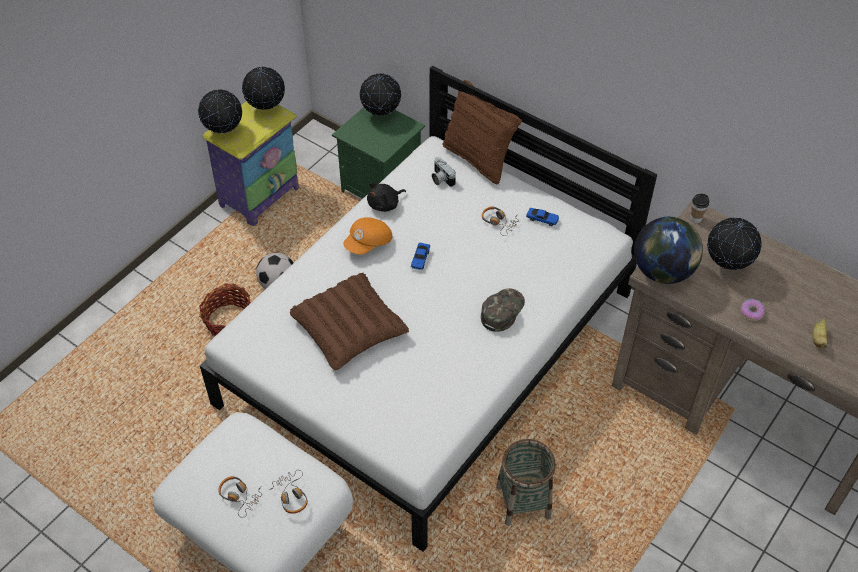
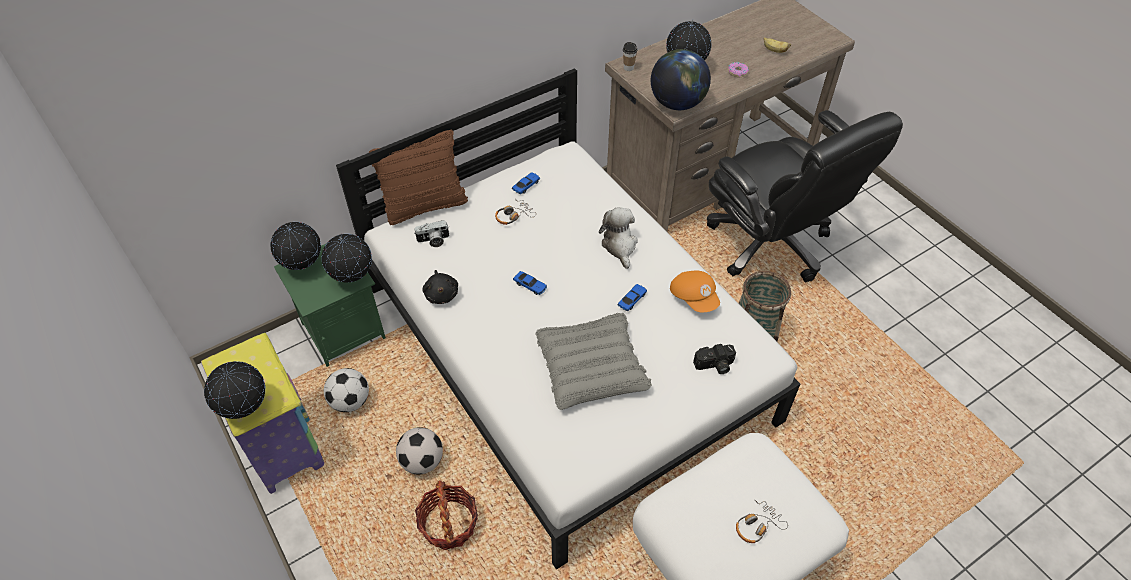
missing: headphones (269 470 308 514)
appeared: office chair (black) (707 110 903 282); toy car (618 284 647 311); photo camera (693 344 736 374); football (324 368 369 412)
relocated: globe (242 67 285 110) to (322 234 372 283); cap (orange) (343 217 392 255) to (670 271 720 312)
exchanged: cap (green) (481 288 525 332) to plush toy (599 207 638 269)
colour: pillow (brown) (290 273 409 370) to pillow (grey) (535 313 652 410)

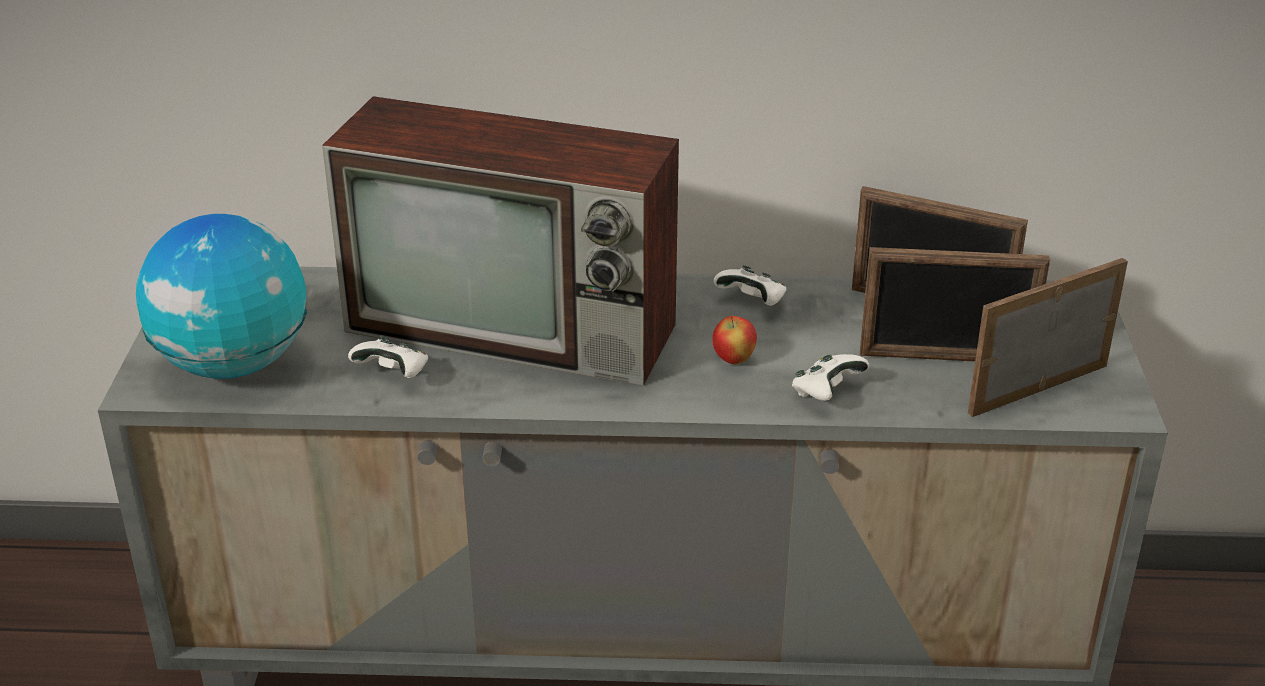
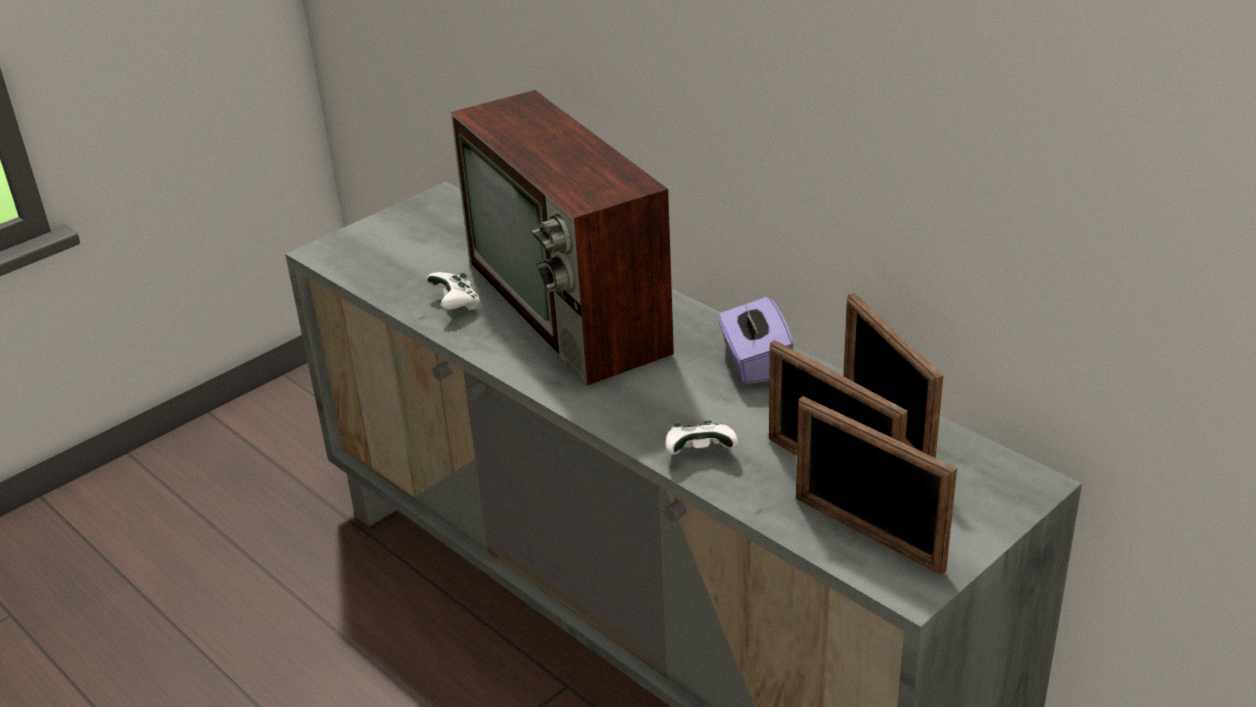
missing: globe (136 214 307 379); apple (712 316 757 364)
exchanged: game controller (white) (713 265 787 306) to tissue box (purple) (718 296 794 384)
spun: picture frame (968 258 1128 417) = (796 396 957 575) 150 degrees counterclockwise

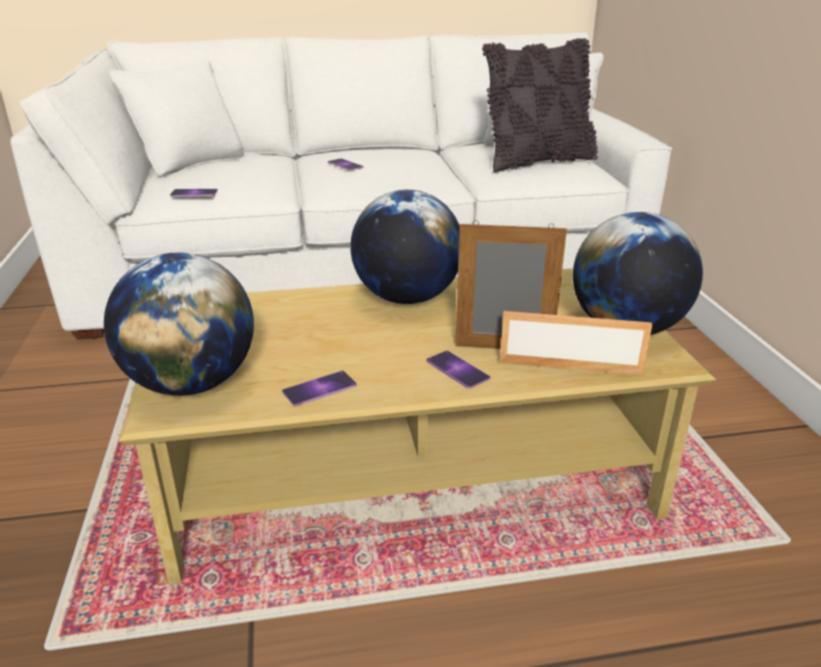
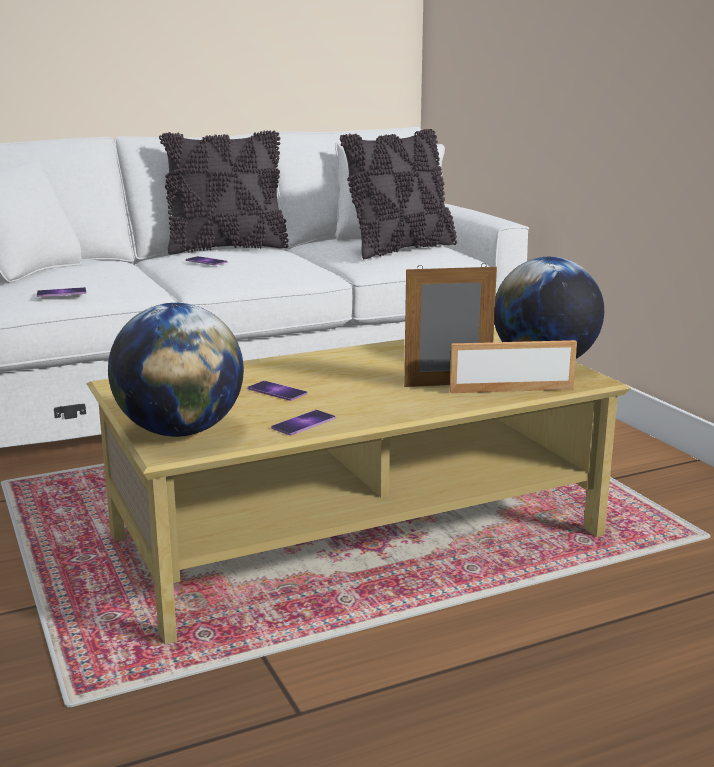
missing: globe (350 190 460 304)
appeared: pillow (black) (159 130 289 255)
relocated: phone (426 351 490 389) to (247 381 308 401)

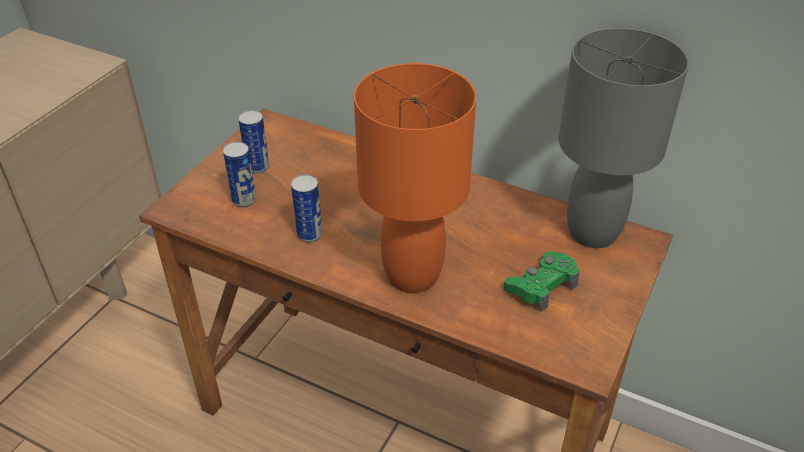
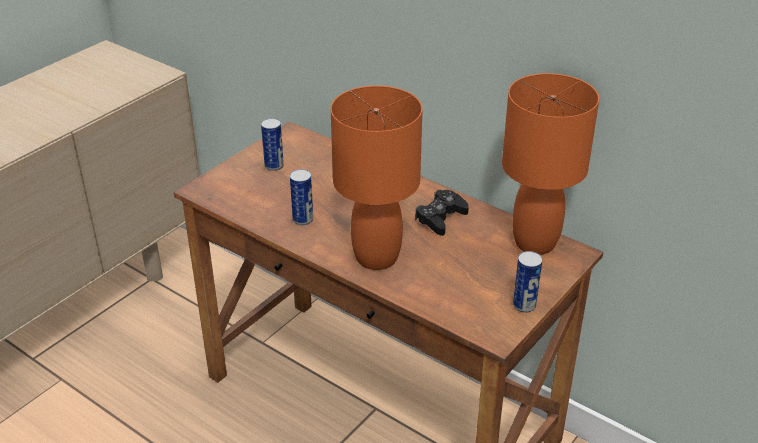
missing: game controller (green) (503 251 580 312)
appeared: game controller (black) (415 190 469 236)
relocated: can (223 142 256 207) to (513 251 542 313)
colour: table lamp (grey) (558 28 689 248) to table lamp (orange) (502 73 599 255)

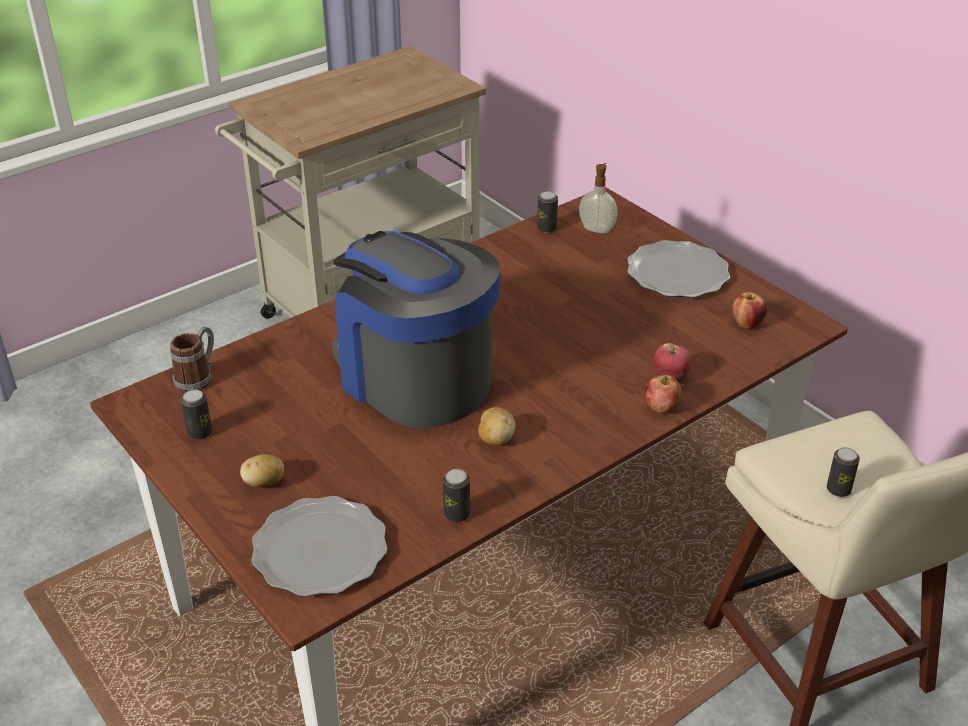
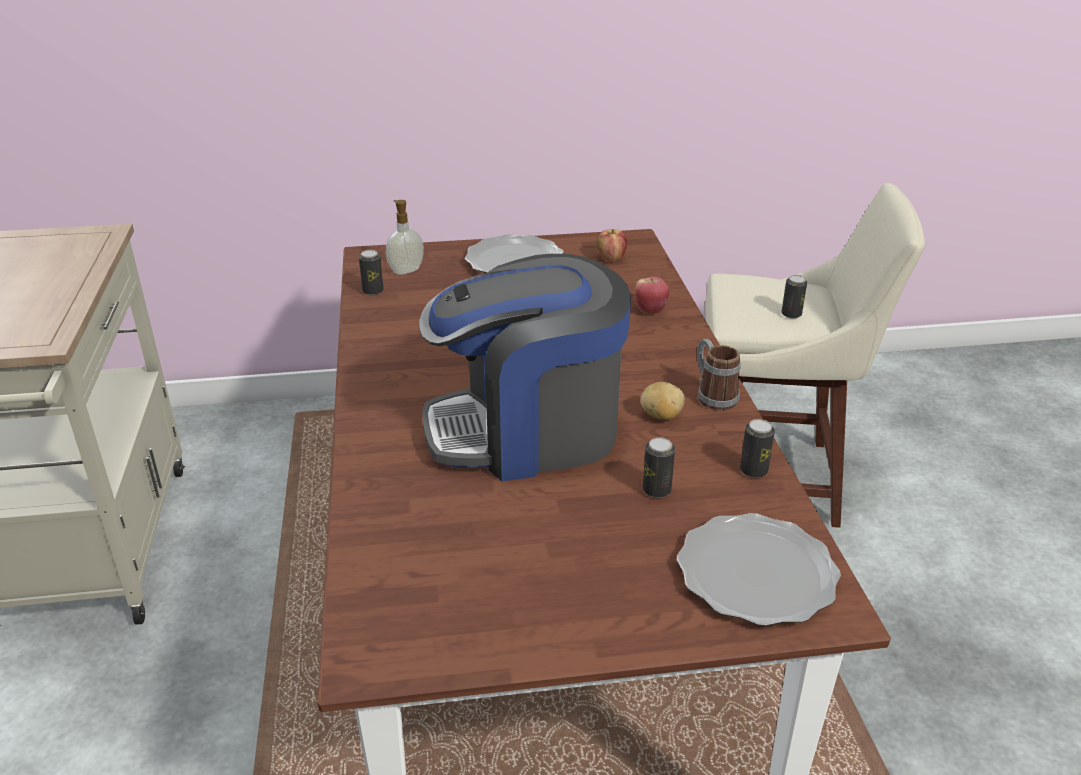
missing: apple (644 375 682 414); potato (240 454 284 487)
relocated: mug (170 326 214 392) to (697 339 741 411); can (181 389 212 440) to (643 437 675 498)

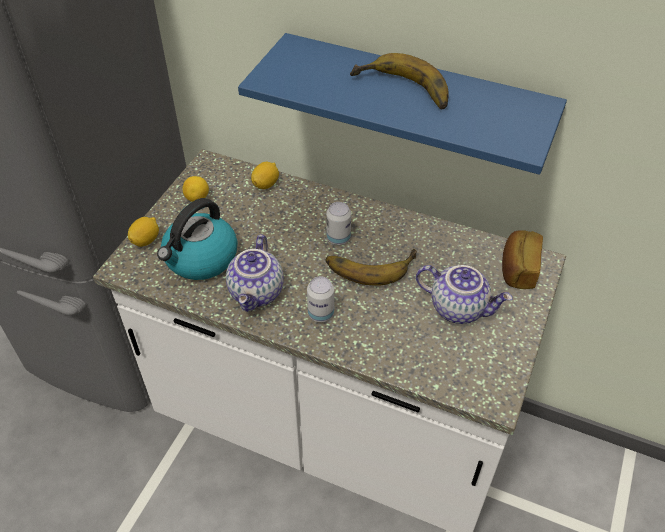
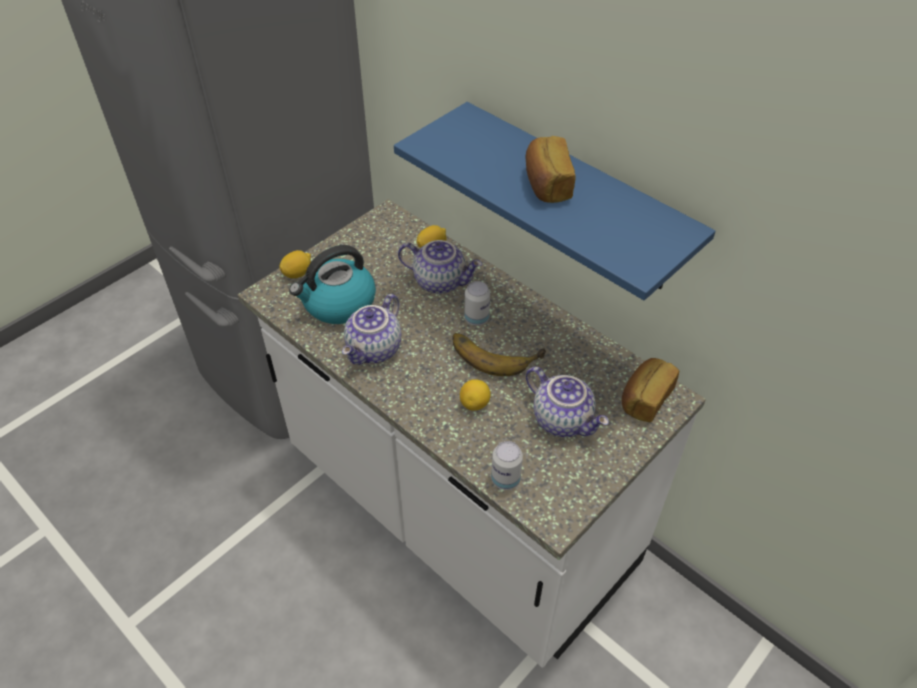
appeared: teapot (398 240 482 294)
relocated: lemon (183 176 209 202) to (460 379 491 411); can (307 276 334 322) to (491 441 523 490)
exchanged: banana (350 53 449 110) to bread (526 136 576 203)

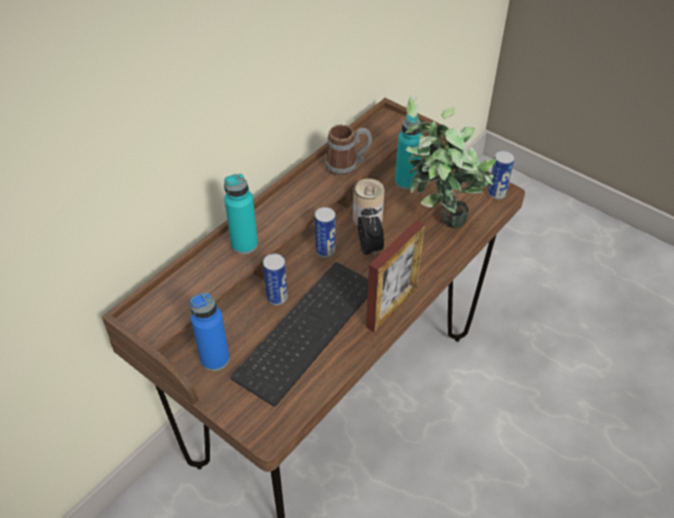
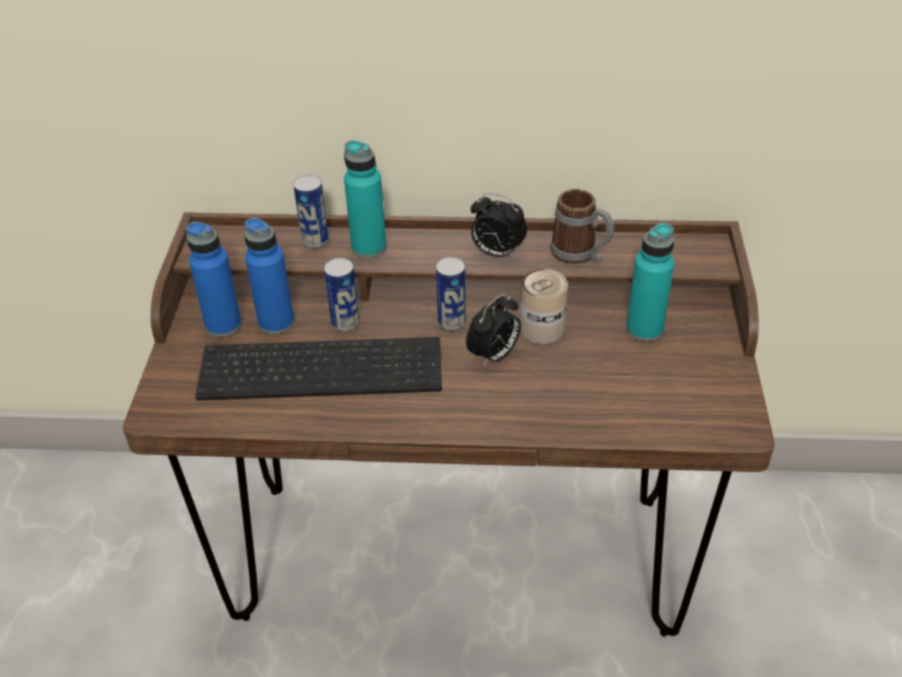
missing: potted plant (405 95 497 228); picture frame (366 220 425 332)
appeared: alarm clock (471 193 527 259); bottle (blue) (244 218 294 334)
relocated: can (488 151 514 200) to (293 175 329 249)

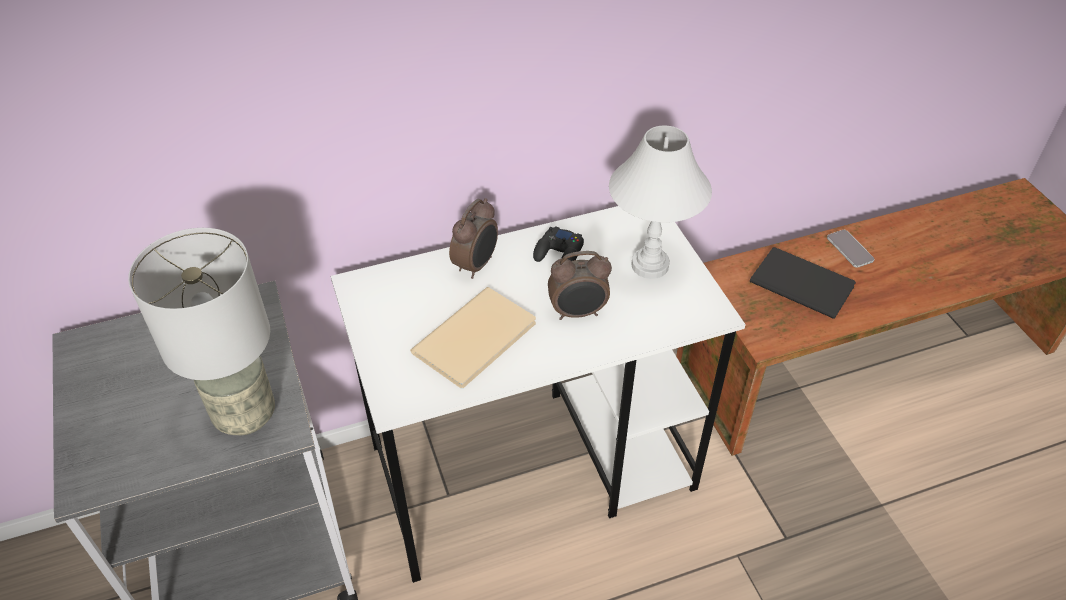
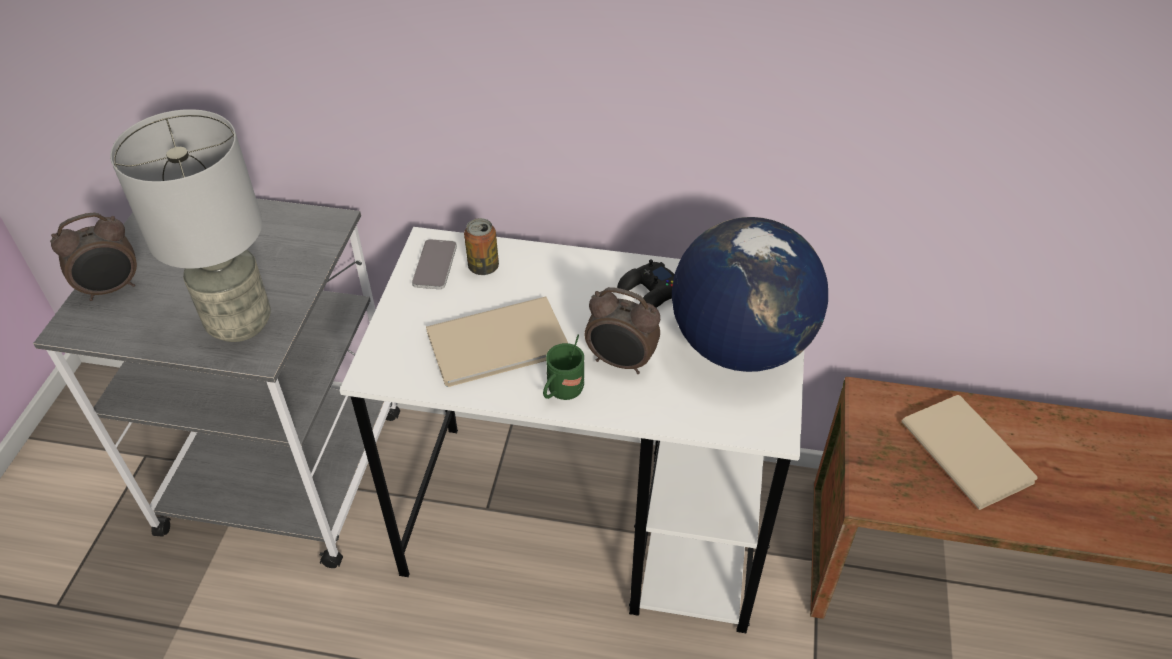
appeared: can (464 218 499 275); mug (green) (543 335 584 400)
relocated: alarm clock (449 198 498 279) to (50 213 137 301); phone (827 230 875 268) to (412 239 457 289)
exchanged: table lamp (white) (609 126 712 279) to globe (672 217 828 372)
colour: book (black) (750 247 856 319) to book (beige) (901 395 1038 510)

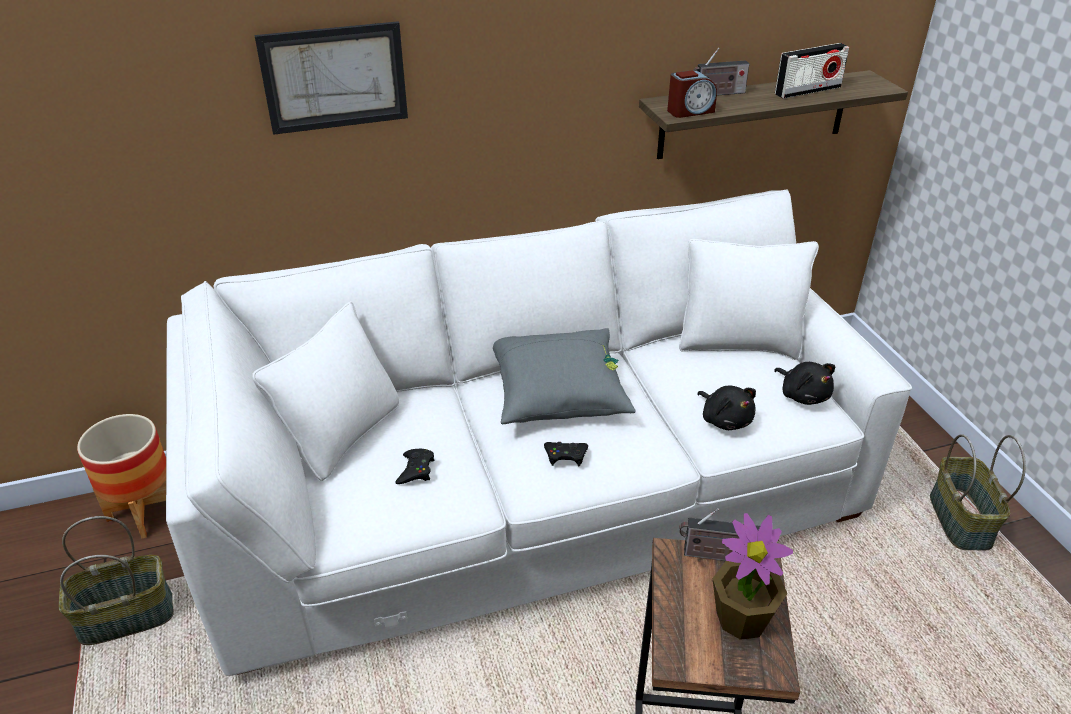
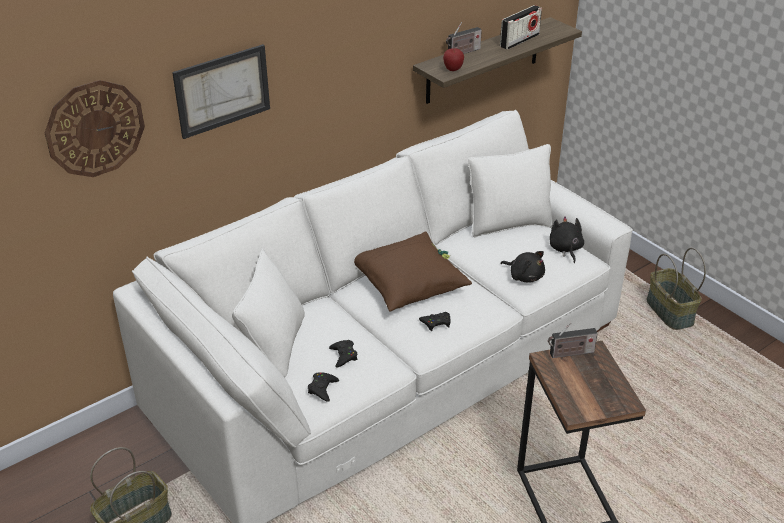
missing: planter (77 414 166 539); potted plant (712 513 793 640)
appeared: wall clock (45 80 145 177); game controller (black) (308 372 339 402)
exchanged: alarm clock (667 70 717 118) to apple (443 48 464 71)
colour: pillow (grey) (493 328 636 424) to pillow (brown) (354 232 472 312)
spun: plush toy (black) (774 362 835 405) = (550 216 584 263) 135 degrees counterclockwise

